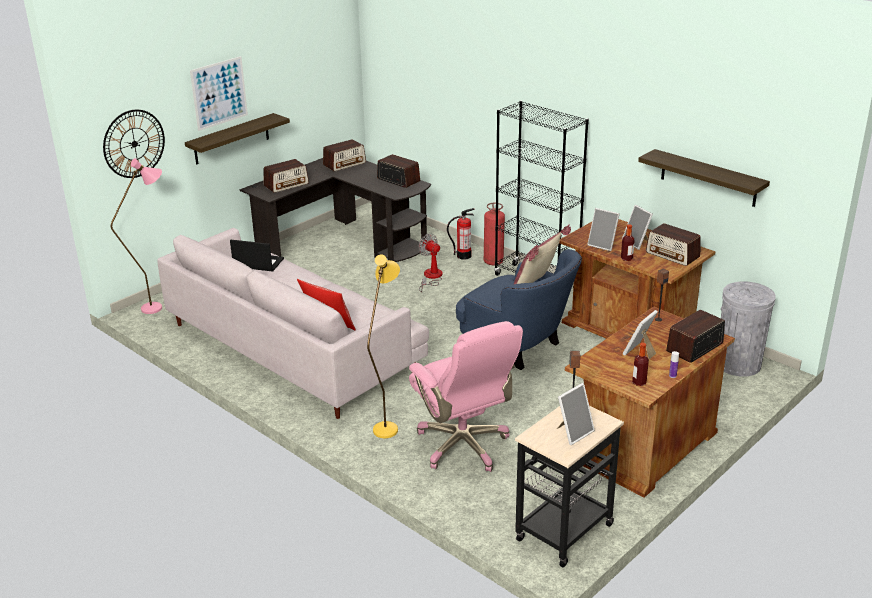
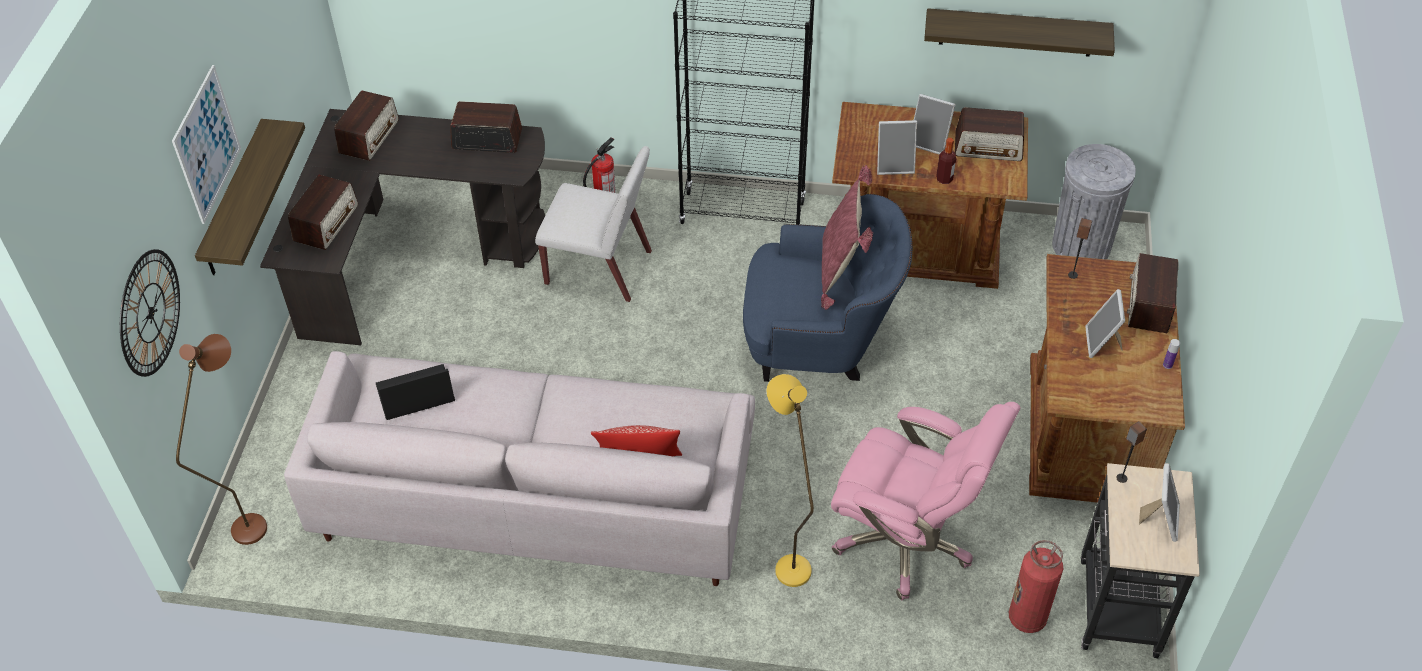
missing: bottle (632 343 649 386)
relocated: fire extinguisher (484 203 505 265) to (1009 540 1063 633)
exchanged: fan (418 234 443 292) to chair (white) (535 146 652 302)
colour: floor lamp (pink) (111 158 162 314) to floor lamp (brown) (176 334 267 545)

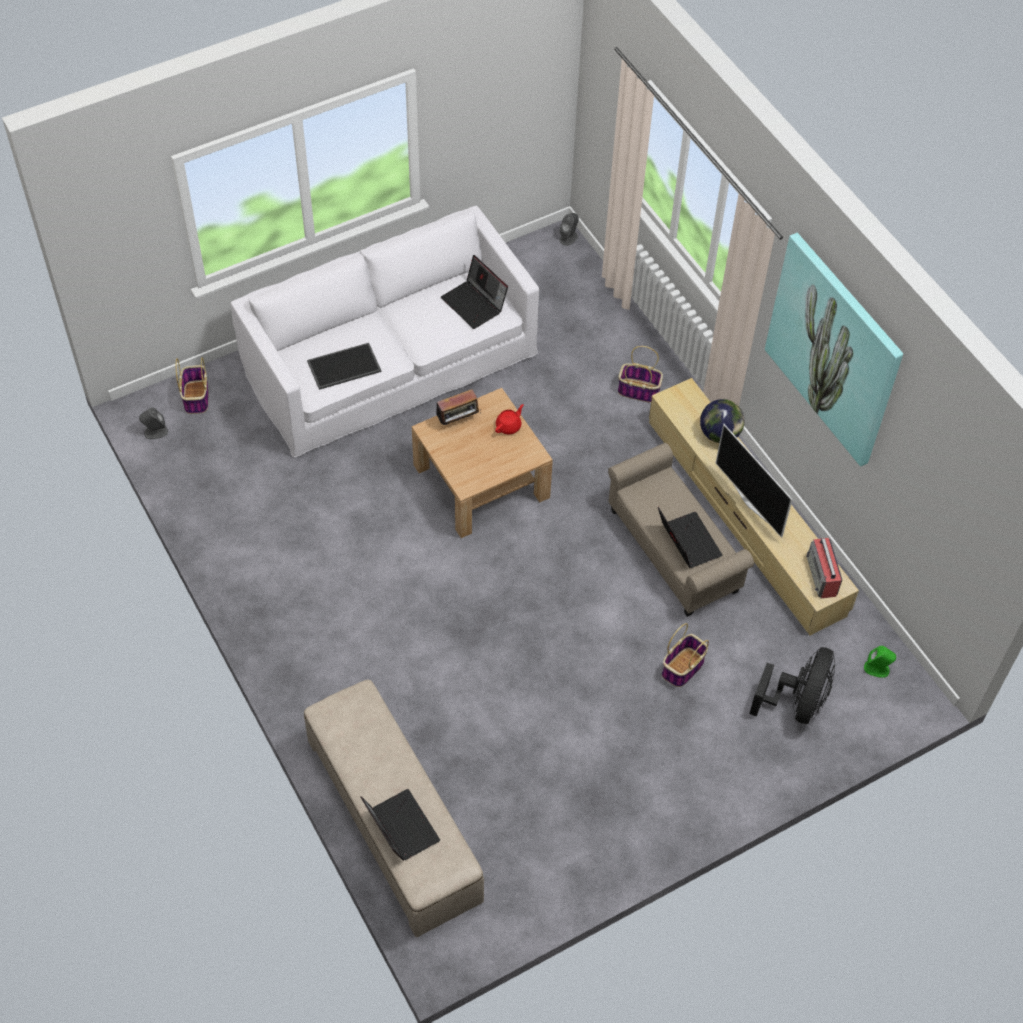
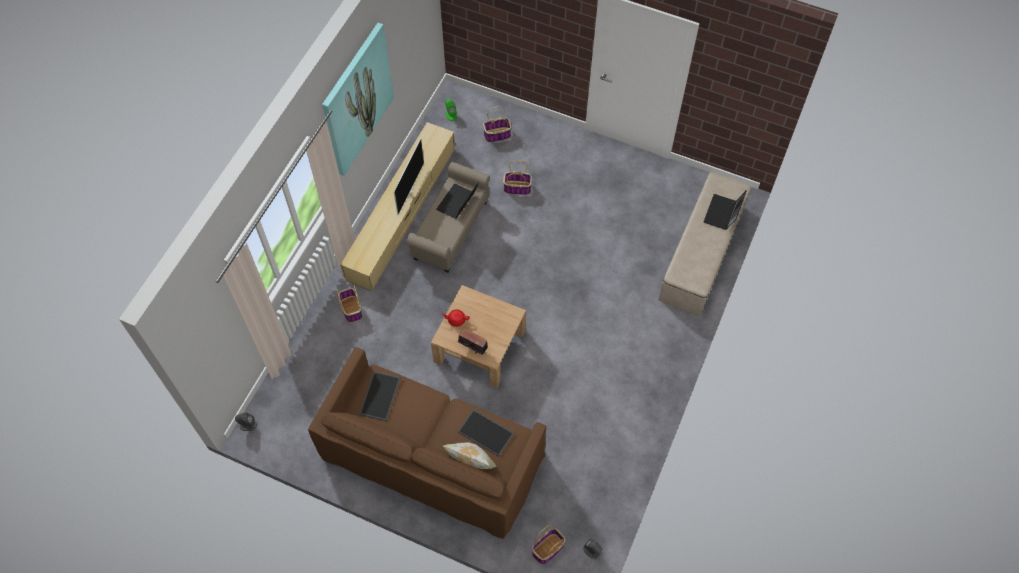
missing: globe (700 399 744 443); radio (806 538 842 598)
appeared: pillow (443 442 496 469)
exchanged: laptop (441 255 508 329) to tray (359 371 401 421); fan (black) (749 647 835 724) to basket (483 106 512 142)
colour: sofa (white) (231 205 539 457) to sofa (brown) (308 347 546 539)

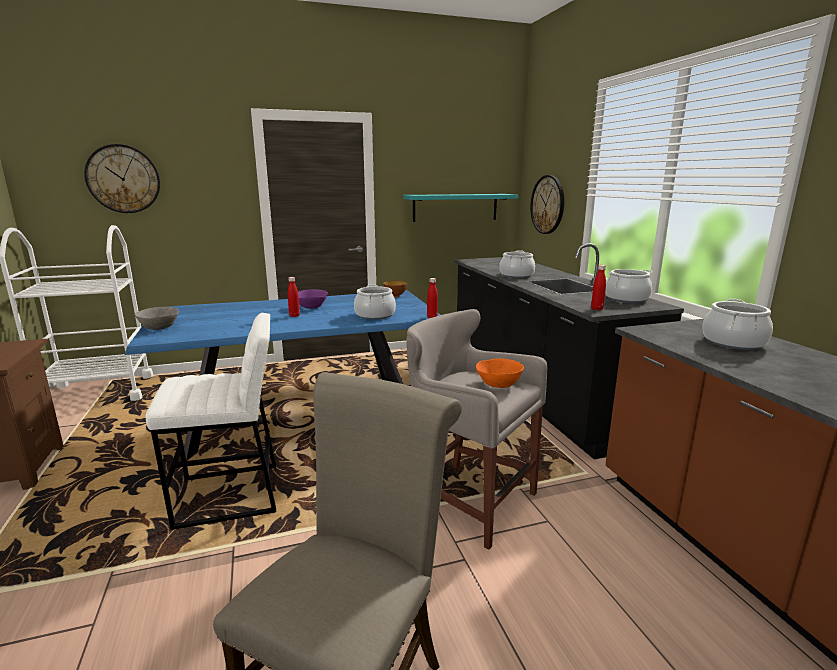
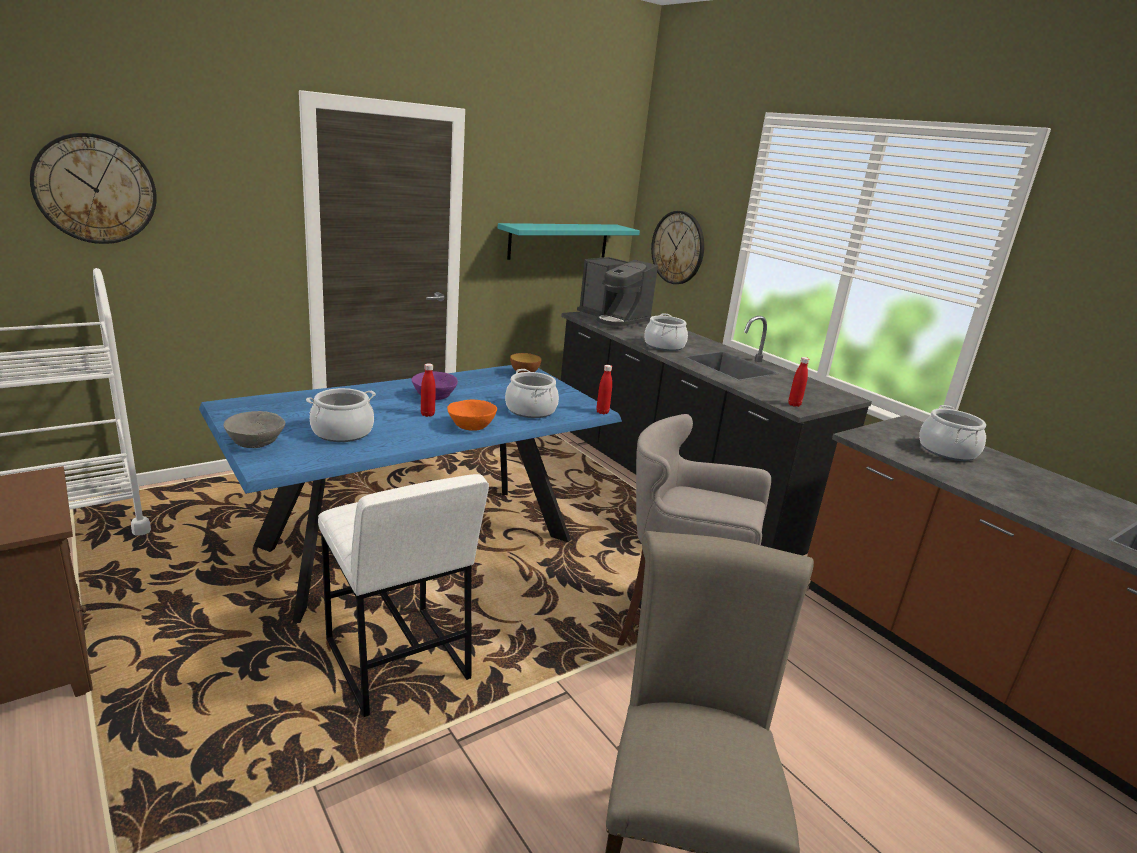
appeared: coffee machine (577 257 658 329)
relocated: cooking pot (605 269 653 303) to (306 388 376 442); bowl (orange) (476 358 524 388) to (447 400 497 431)
spun: chair (white) (145 313 276 530) = (318 474 489 717) 90 degrees clockwise

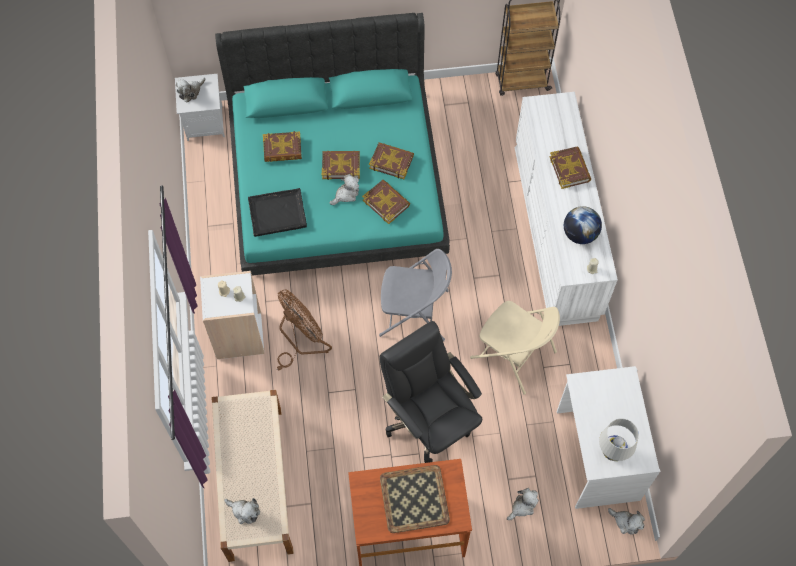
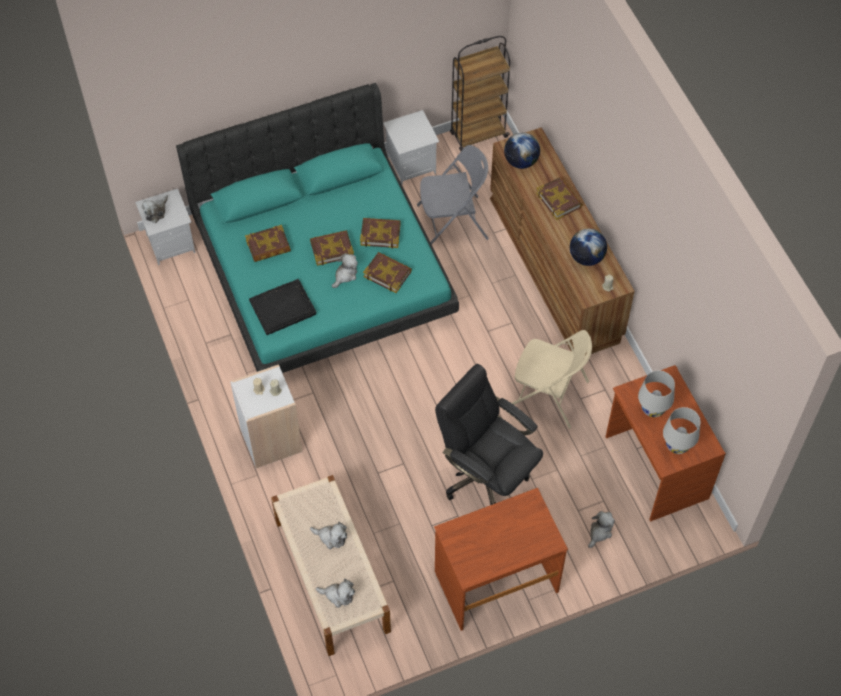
missing: fan (brown) (277 289 332 371); tray (380 465 450 533)
appeared: nightstand (grey) (383 110 439 184); globe (504 133 540 169); table lamp (white) (638 370 675 417)
relocated: chair (grey) (379 249 452 342) to (417 145 488 245); plush toy (608 508 645 535) to (310 522 347 549)
colour: dresser (white) (514 92 618 326) to dresser (brown) (490 127 635 356); desk (white) (557 366 660 509) to desk (brown) (606 365 726 522)

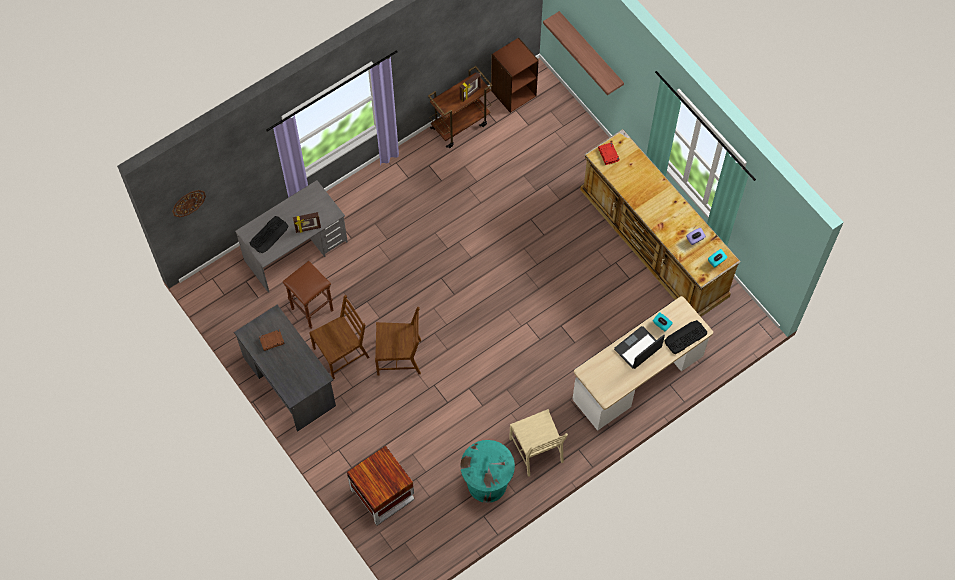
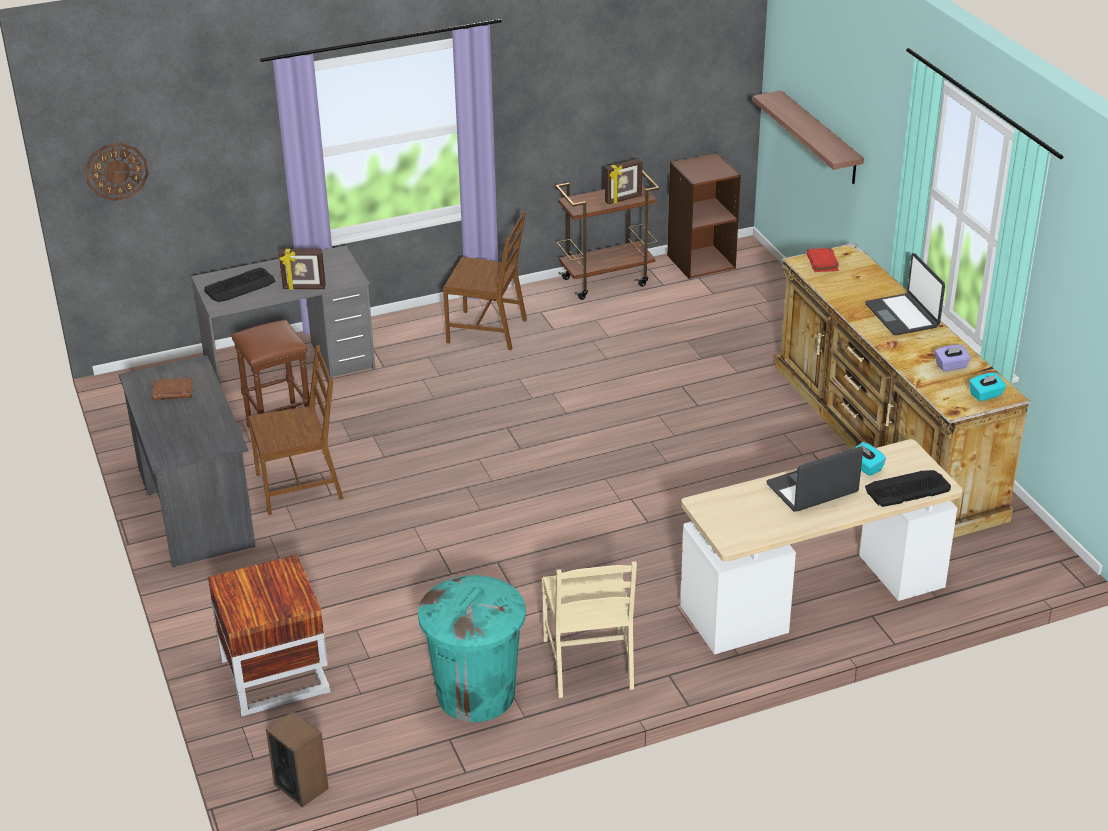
appeared: laptop (865 253 945 335); speaker (266 711 329 807)
relocated: chair (brown) (375 307 421 376) to (443 211 527 350)

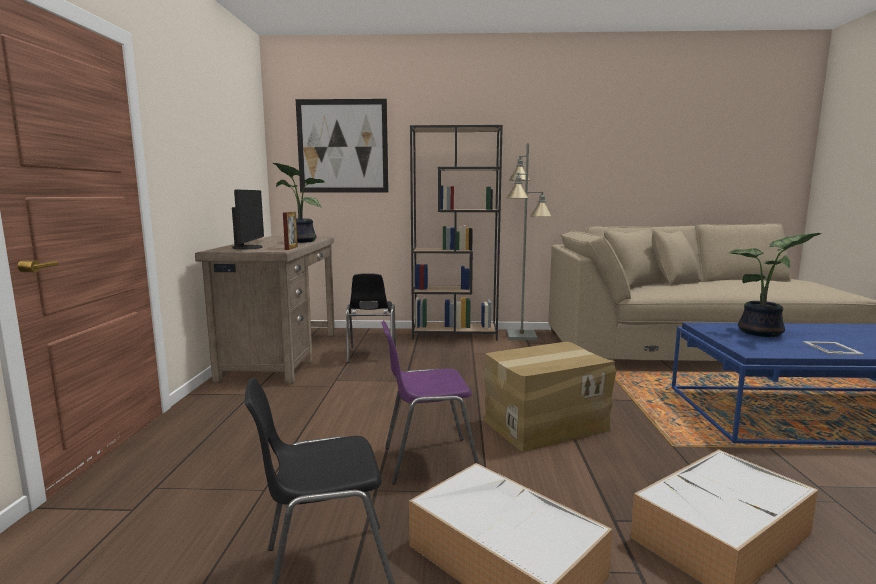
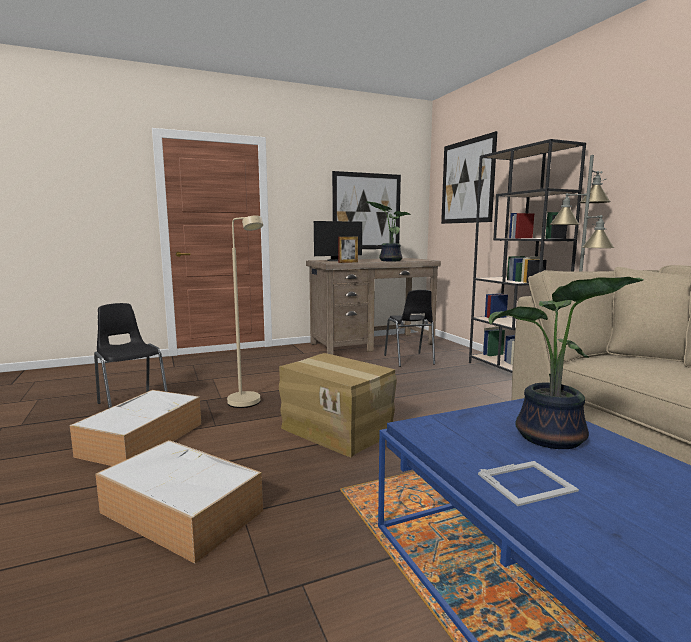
appeared: picture (332 171 401 249)
exchanged: chair (purple) (381 321 479 485) to floor lamp (beige) (227 215 263 408)
spun: chair (black) (346 273 396 363) = (384 290 435 367) 75 degrees counterclockwise

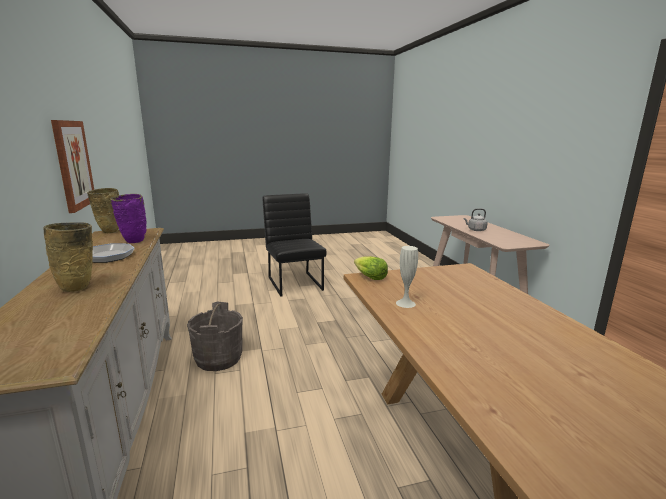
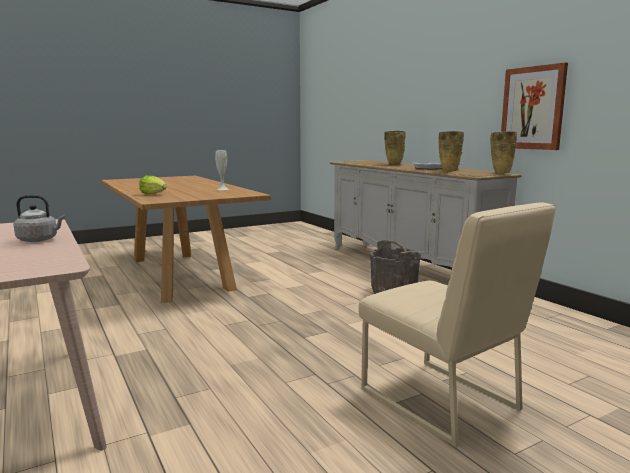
relocated: lettuce (354 256 388 280) to (139 175 167 194)
colour: chair (black) (263 193 326 297) to chair (beige) (359 202 556 447); vase (purple) (110 194 147 243) to vase (beige) (439 131 464 171)

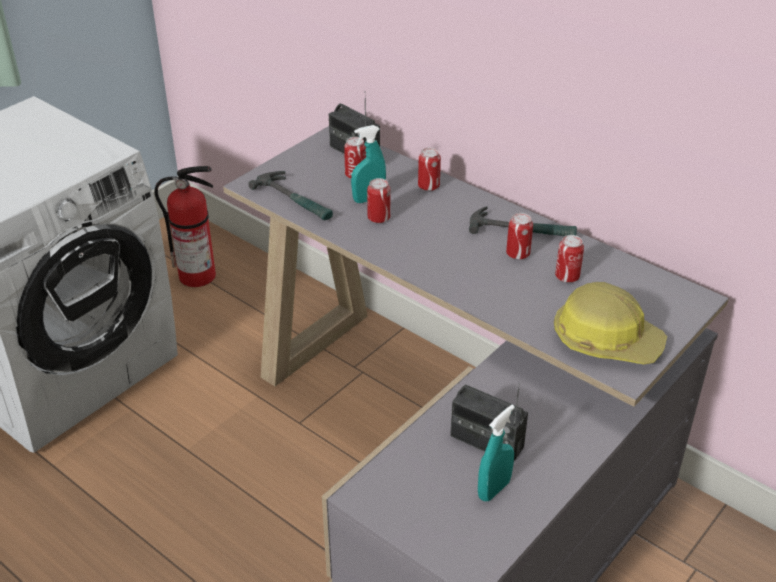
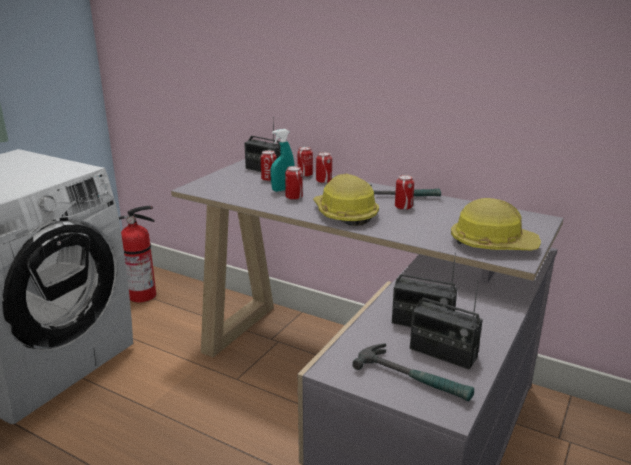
appeared: hard hat (313 174 379 226)
relocated: hammer (249 171 333 220) to (352 343 474 401); can (555 235 584 282) to (297 146 313 177)
exchanged: spray bottle (turquoise) (478 405 515 501) to radio (410 281 483 369)

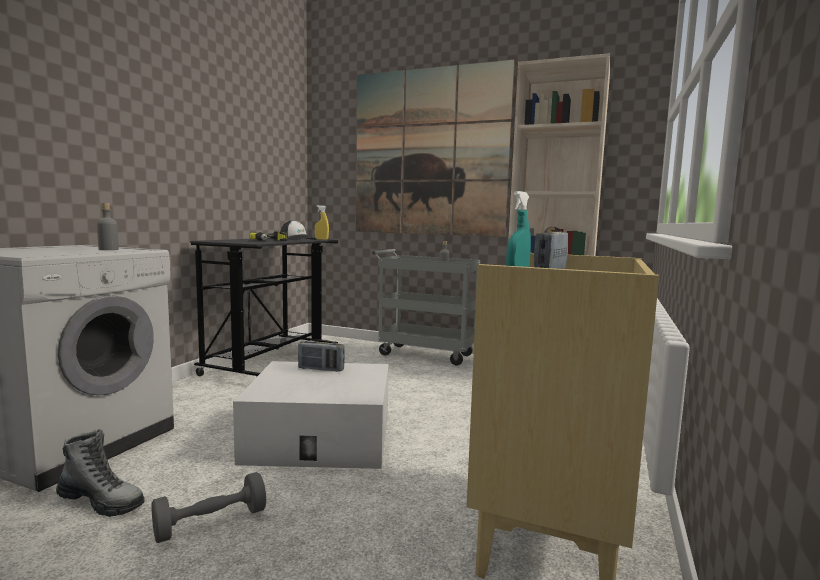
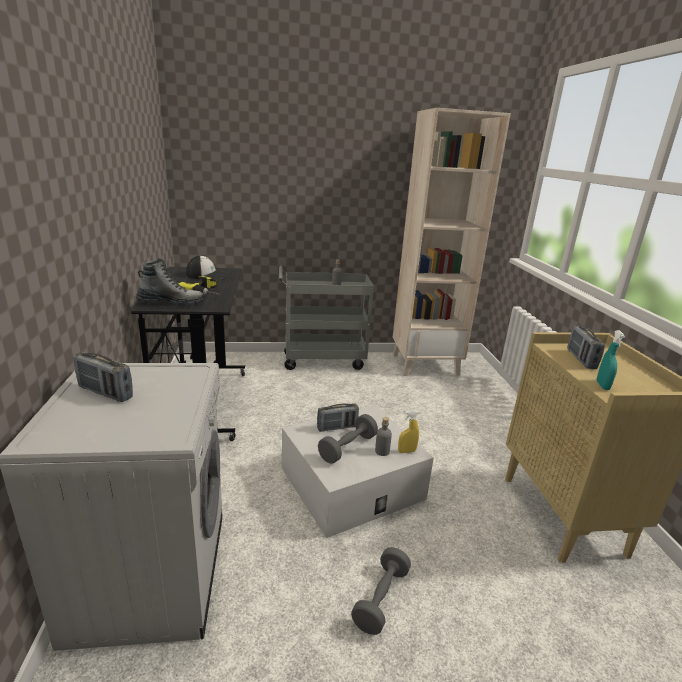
missing: picture (356 60 515 237)
appeared: radio (73 352 133 402); dumbbell (grey) (318 414 378 464)
relocated: bottle (grey) (97 203 119 250) to (375 417 392 456); spray bottle (yellow) (315 205 329 240) to (398 410 419 453); boot (56 429 145 517) to (136 258 204 306)

